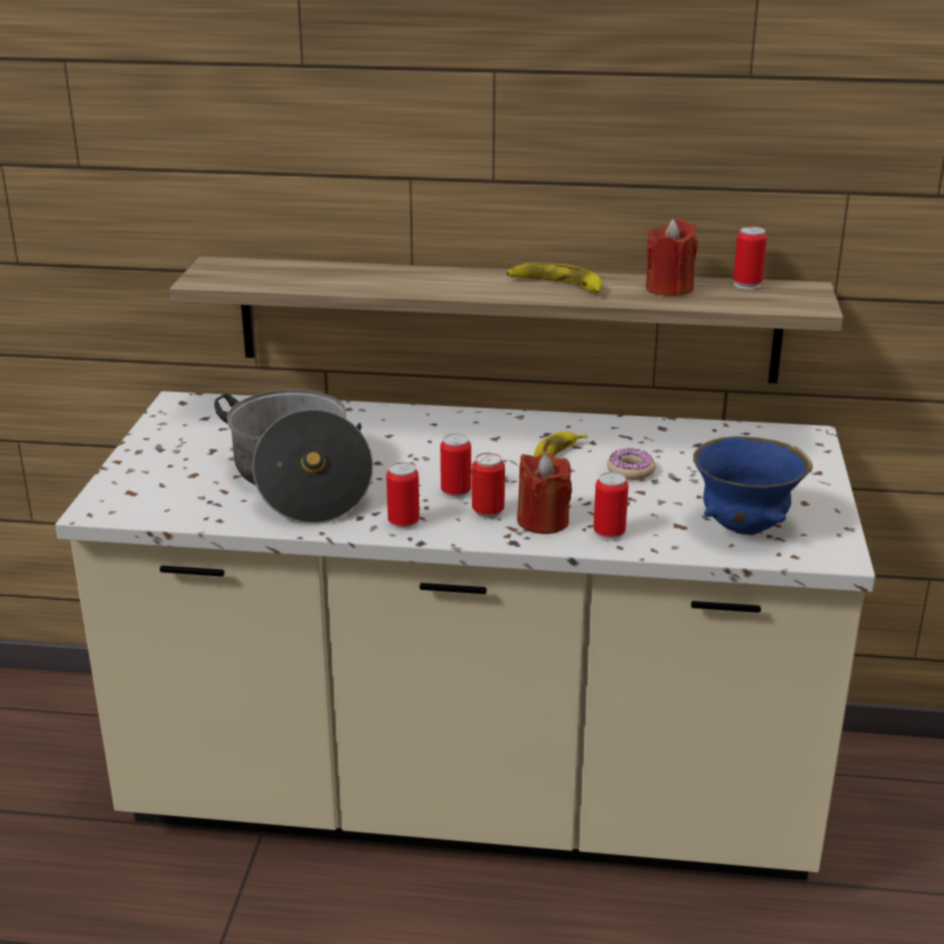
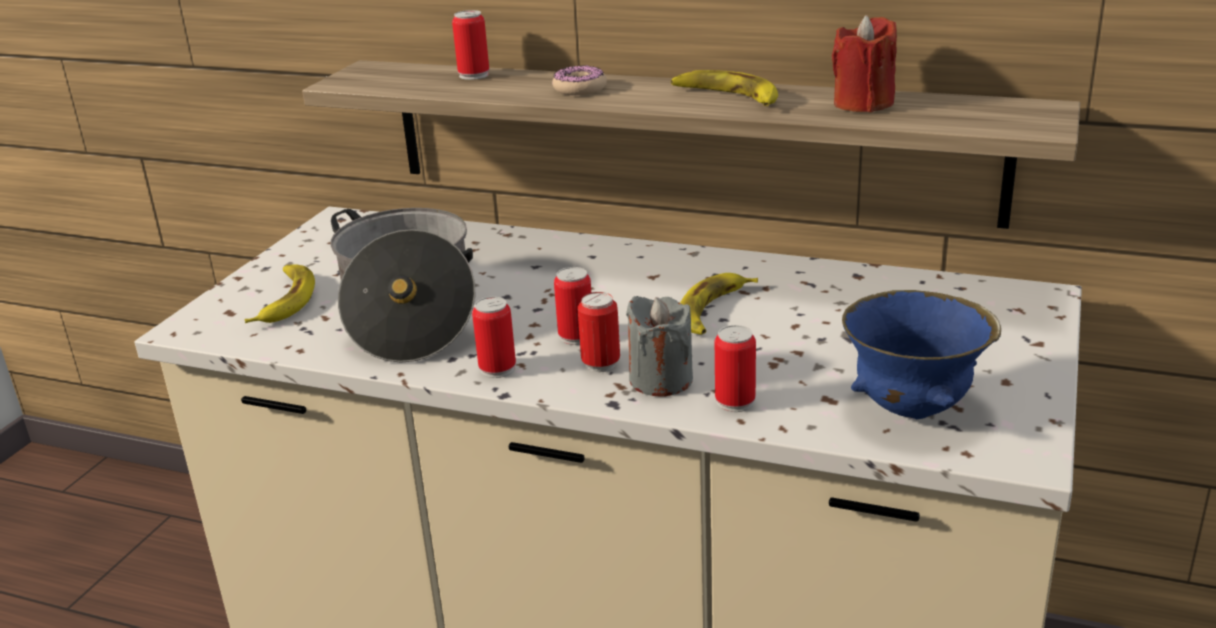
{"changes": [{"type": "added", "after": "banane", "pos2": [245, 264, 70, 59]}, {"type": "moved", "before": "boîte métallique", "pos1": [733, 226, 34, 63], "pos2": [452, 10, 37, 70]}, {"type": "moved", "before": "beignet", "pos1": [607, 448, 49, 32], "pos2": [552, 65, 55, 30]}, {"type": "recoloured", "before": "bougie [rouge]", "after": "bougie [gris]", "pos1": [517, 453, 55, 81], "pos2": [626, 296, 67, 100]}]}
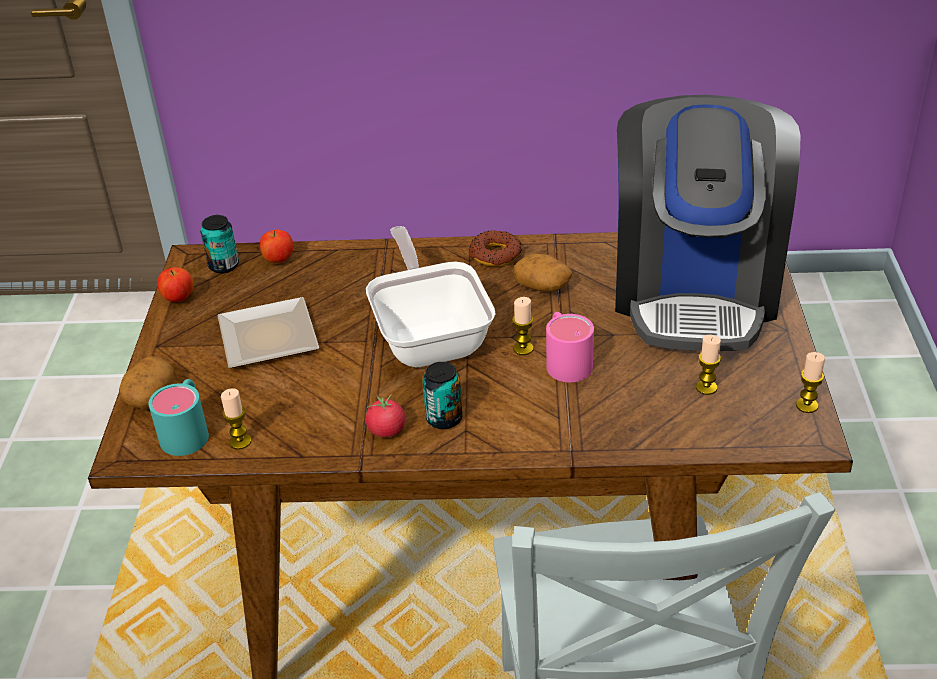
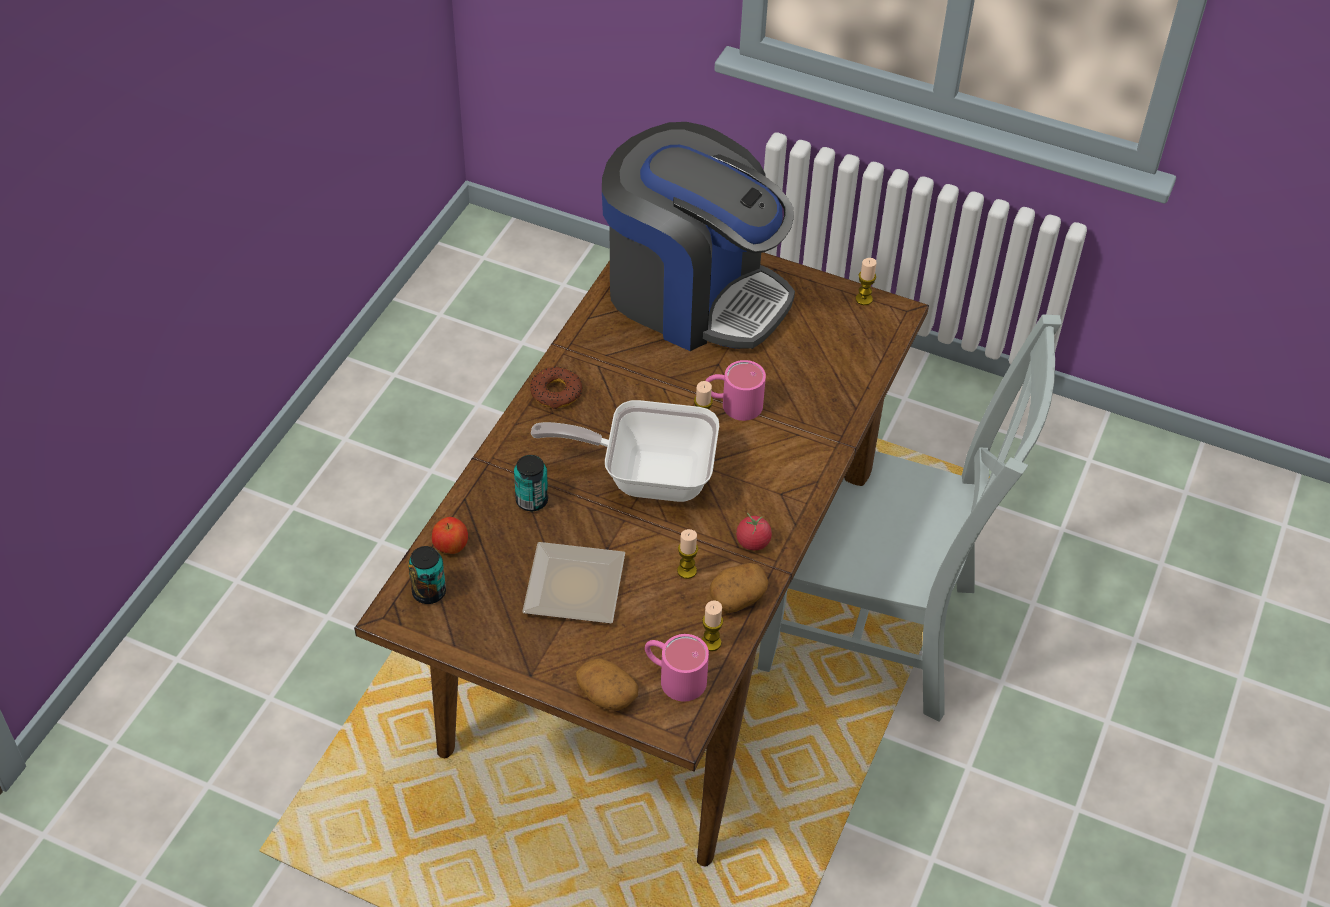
{"changes": [{"type": "moved", "before": "boîte métallique", "pos1": [423, 362, 39, 67], "pos2": [514, 455, 34, 56]}, {"type": "recoloured", "before": "mug [turquoise]", "after": "mug [rose]", "pos1": [149, 379, 60, 77], "pos2": [645, 634, 64, 67]}, {"type": "moved", "before": "bougie", "pos1": [696, 335, 25, 60], "pos2": [677, 529, 21, 50]}, {"type": "moved", "before": "pomme de terre", "pos1": [513, 254, 59, 37], "pos2": [710, 563, 58, 50]}, {"type": "removed", "before": "pomme", "pos1": [157, 267, 37, 35]}]}
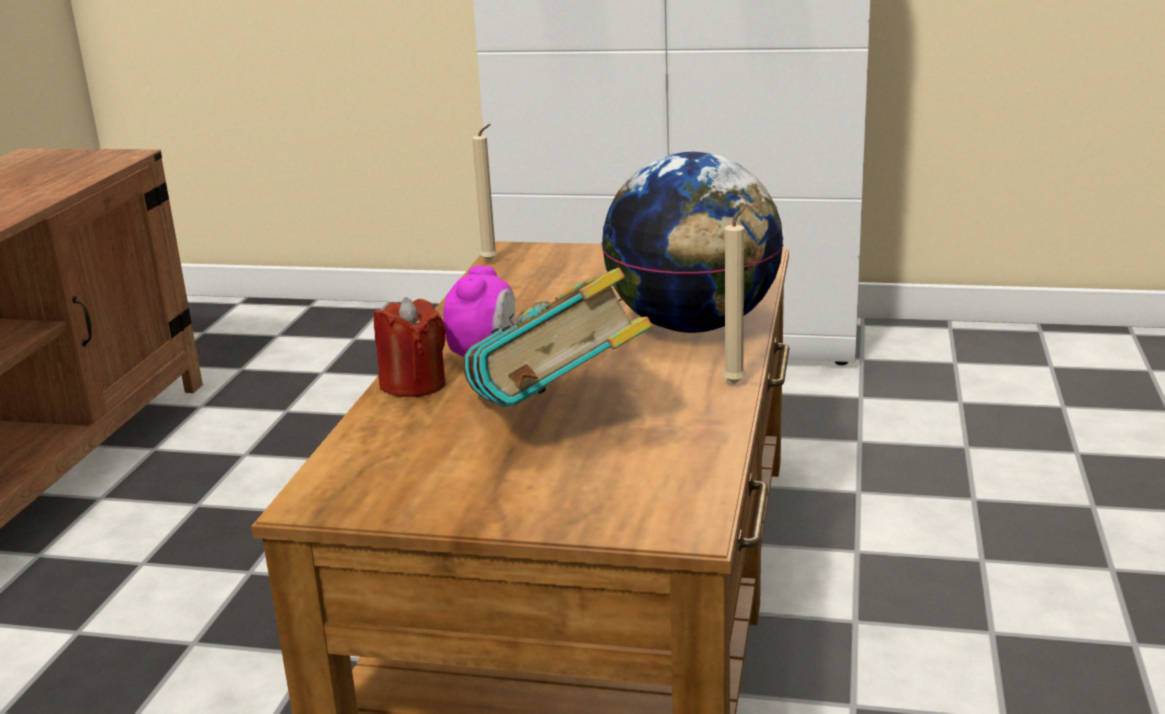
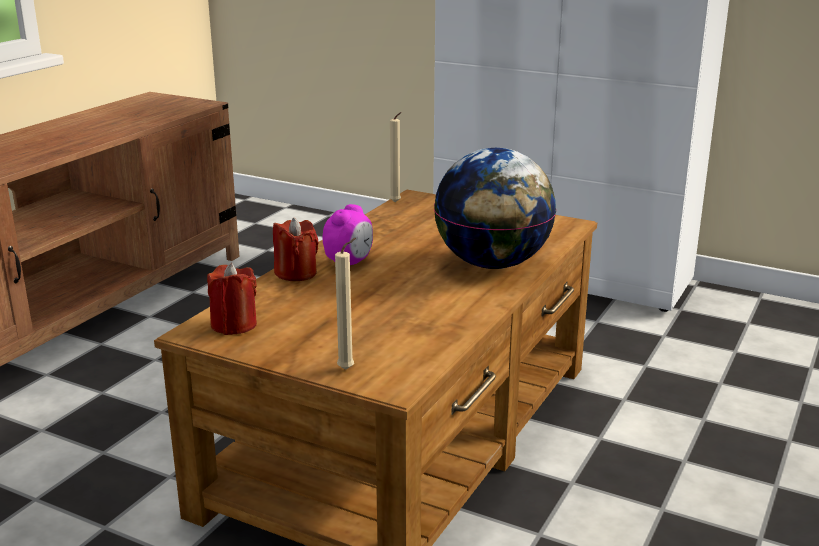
{"changes": [{"type": "added", "after": "bougie [rouge]", "pos2": [207, 263, 50, 72]}, {"type": "moved", "before": "bougie [beige]", "pos1": [723, 204, 24, 180], "pos2": [335, 238, 21, 132]}, {"type": "removed", "before": "livre", "pos1": [464, 268, 188, 139]}]}
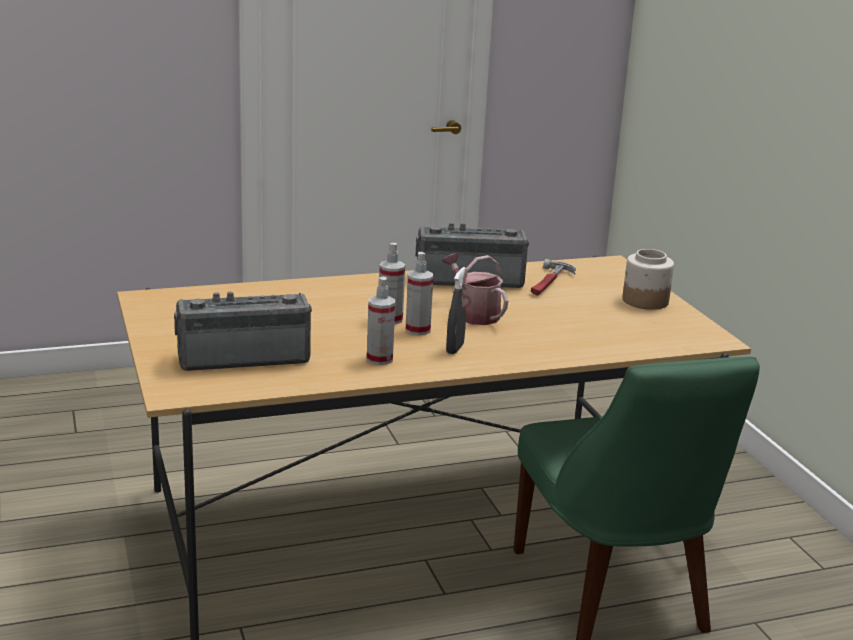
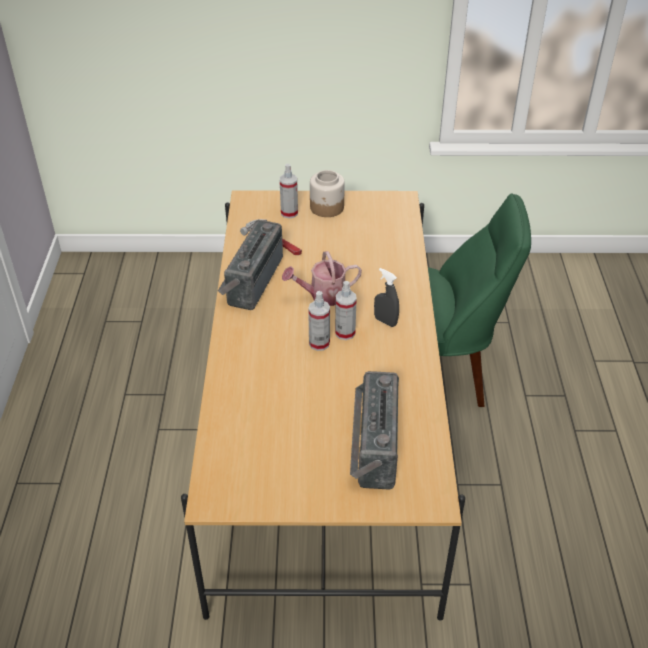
{"changes": [{"type": "moved", "before": "vaporisateur", "pos1": [367, 277, 28, 88], "pos2": [280, 164, 18, 54]}]}
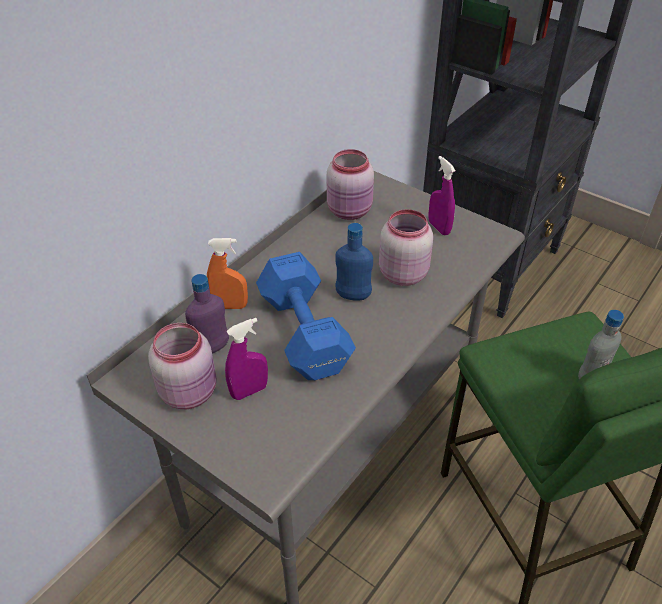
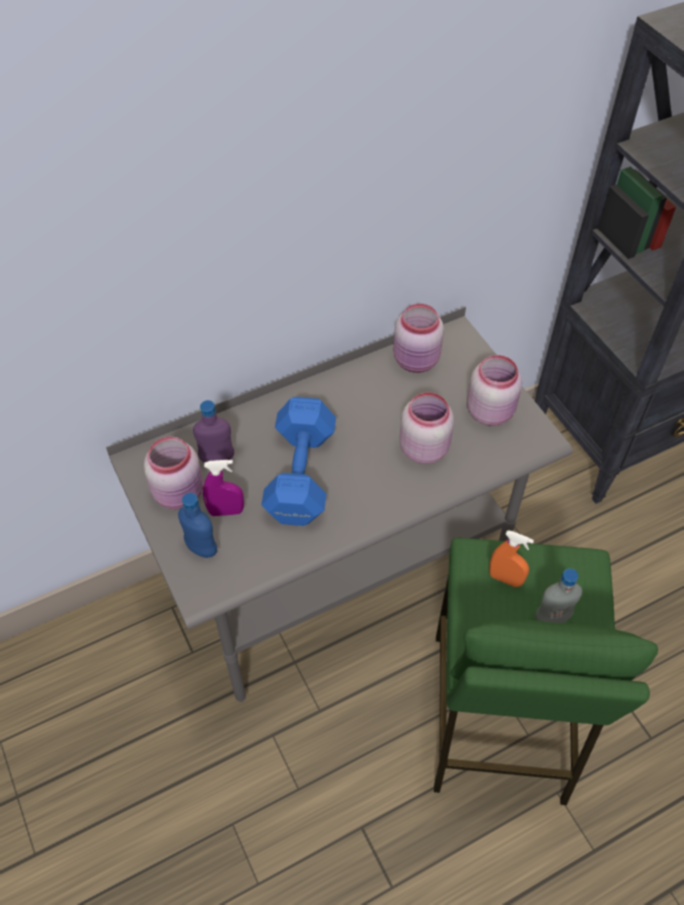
{"changes": [{"type": "moved", "before": "bouteille [bleu]", "pos1": [335, 223, 38, 78], "pos2": [178, 493, 39, 65]}, {"type": "replaced", "before": "vaporisateur [violet]", "after": "bocal [rose]", "pos1": [428, 156, 28, 79], "pos2": [467, 355, 55, 71]}, {"type": "moved", "before": "vaporisateur [orange]", "pos1": [207, 238, 41, 71], "pos2": [489, 530, 45, 57]}]}
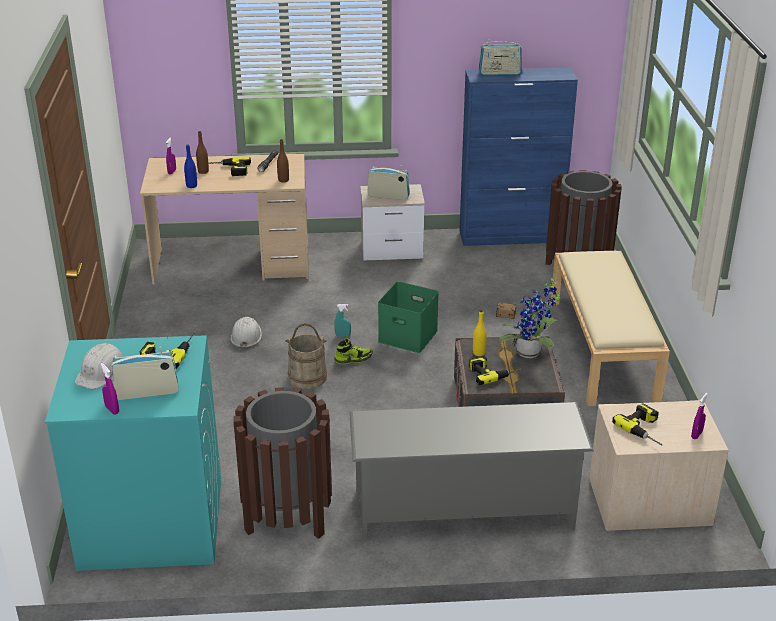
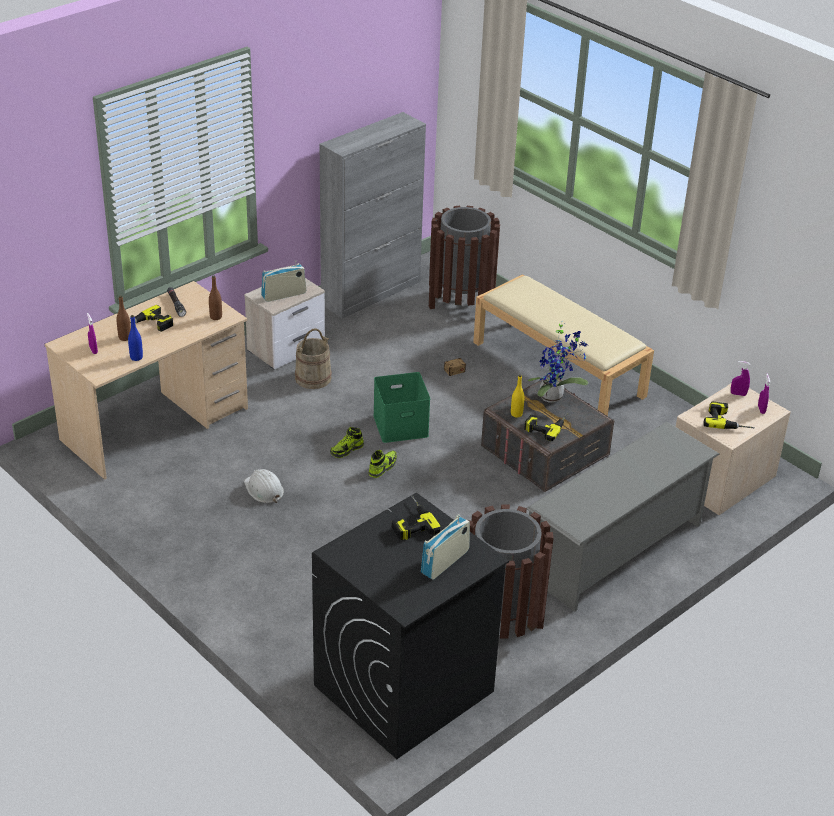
{"changes": [{"type": "moved", "before": "seau [beige]", "pos1": [285, 323, 42, 66], "pos2": [295, 328, 37, 61]}, {"type": "recoloured", "before": "lave-linge [turquoise]", "after": "lave-linge [noir]", "pos1": [45, 335, 176, 236], "pos2": [312, 493, 197, 266]}, {"type": "recoloured", "before": "meuble de rangement [bleu]", "after": "meuble de rangement [gris]", "pos1": [459, 68, 119, 178], "pos2": [319, 112, 107, 207]}, {"type": "replaced", "before": "vaporisateur [turquoise]", "after": "chaussure", "pos1": [335, 304, 16, 33], "pos2": [330, 427, 34, 31]}, {"type": "moved", "before": "vaporisateur [violet]", "pos1": [100, 363, 19, 52], "pos2": [731, 361, 19, 35]}, {"type": "removed", "before": "casque de chantier [blanc]", "pos1": [75, 343, 48, 46]}, {"type": "removed", "before": "radio", "pos1": [479, 39, 43, 36]}]}
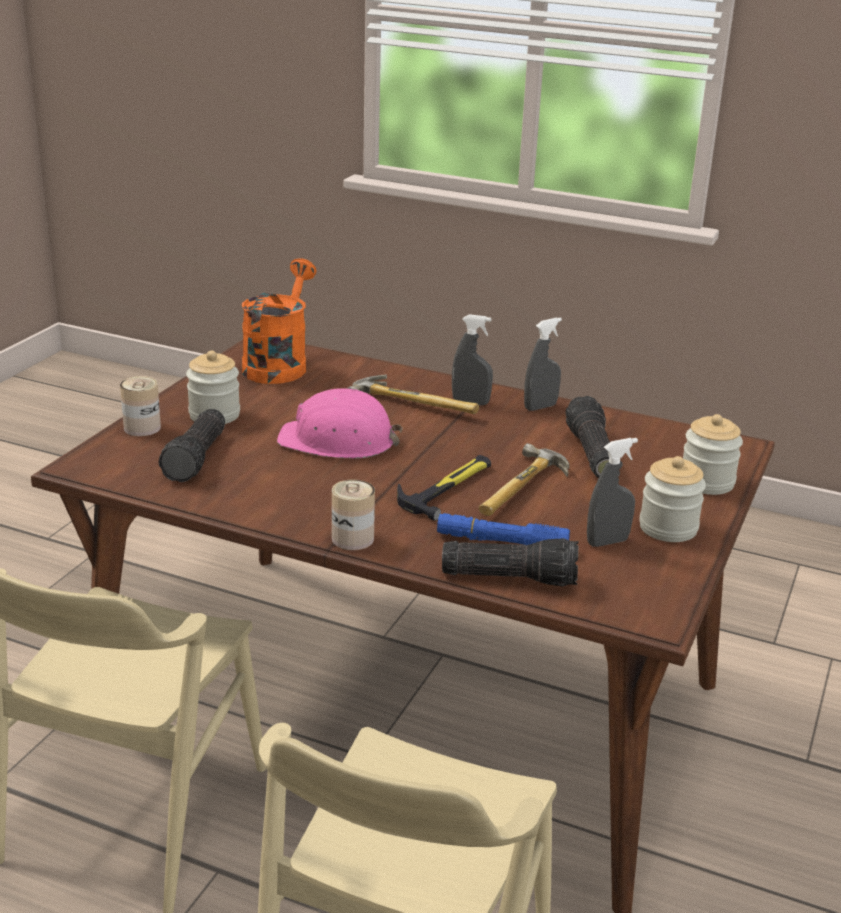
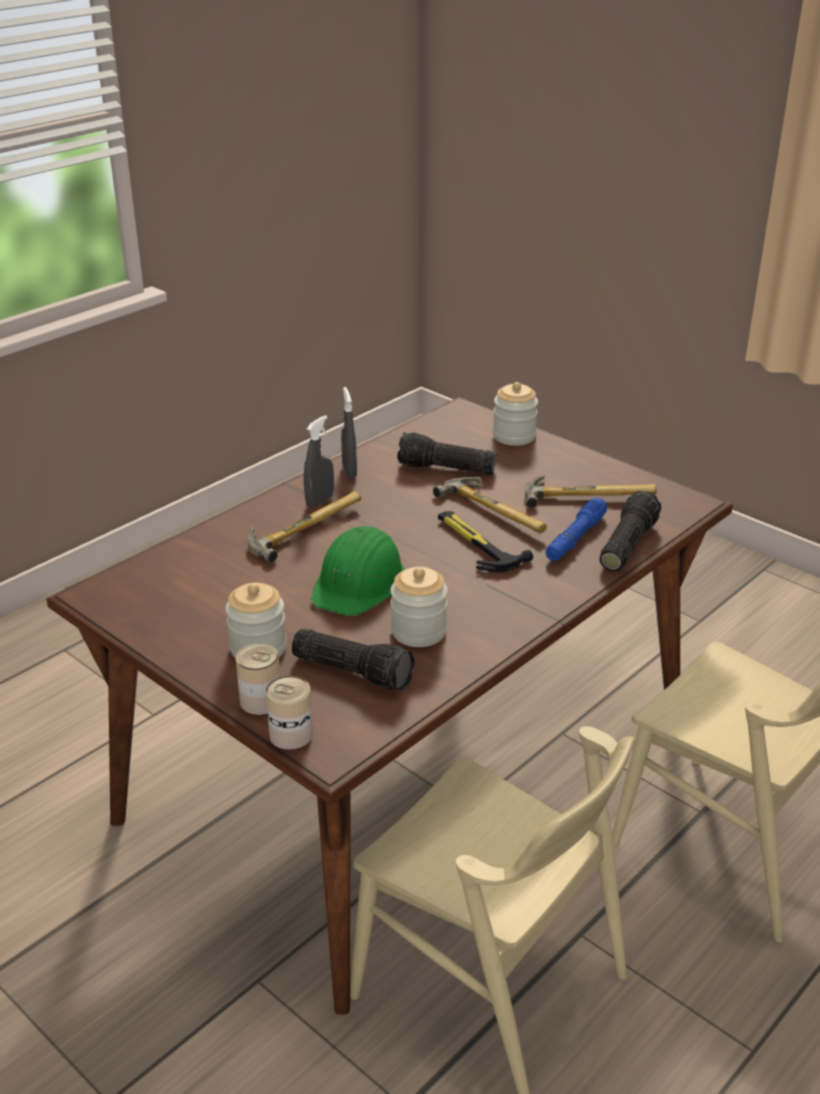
{"changes": [{"type": "moved", "before": "boîte métallique", "pos1": [332, 479, 43, 71], "pos2": [266, 676, 47, 74]}, {"type": "recoloured", "before": "casque de chantier [rose]", "after": "casque de chantier [vert]", "pos1": [277, 388, 126, 70], "pos2": [311, 526, 93, 90]}, {"type": "moved", "before": "bocal", "pos1": [639, 456, 67, 86], "pos2": [390, 567, 58, 80]}, {"type": "replaced", "before": "vaporisateur [gris]", "after": "marteau", "pos1": [587, 438, 51, 109], "pos2": [525, 475, 132, 33]}, {"type": "removed", "before": "arrosoir [orange]", "pos1": [242, 258, 75, 126]}]}
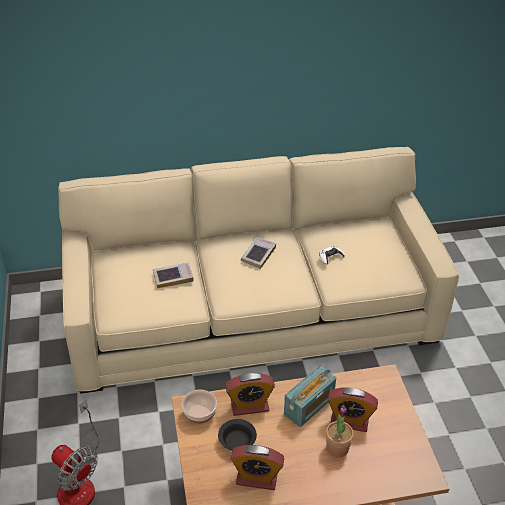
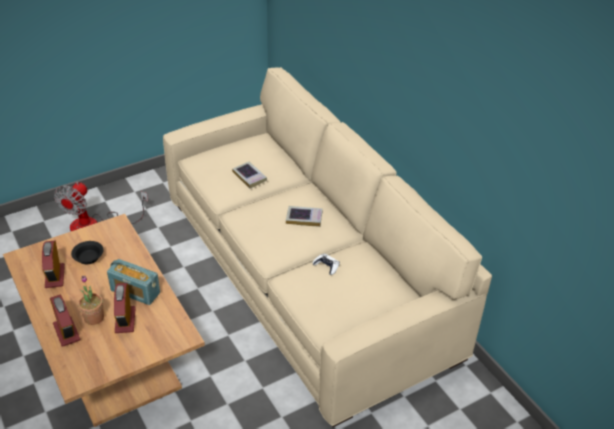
{"changes": [{"type": "moved", "before": "réveil", "pos1": [226, 373, 49, 43], "pos2": [50, 295, 31, 52]}, {"type": "removed", "before": "bol", "pos1": [182, 390, 35, 34]}]}
